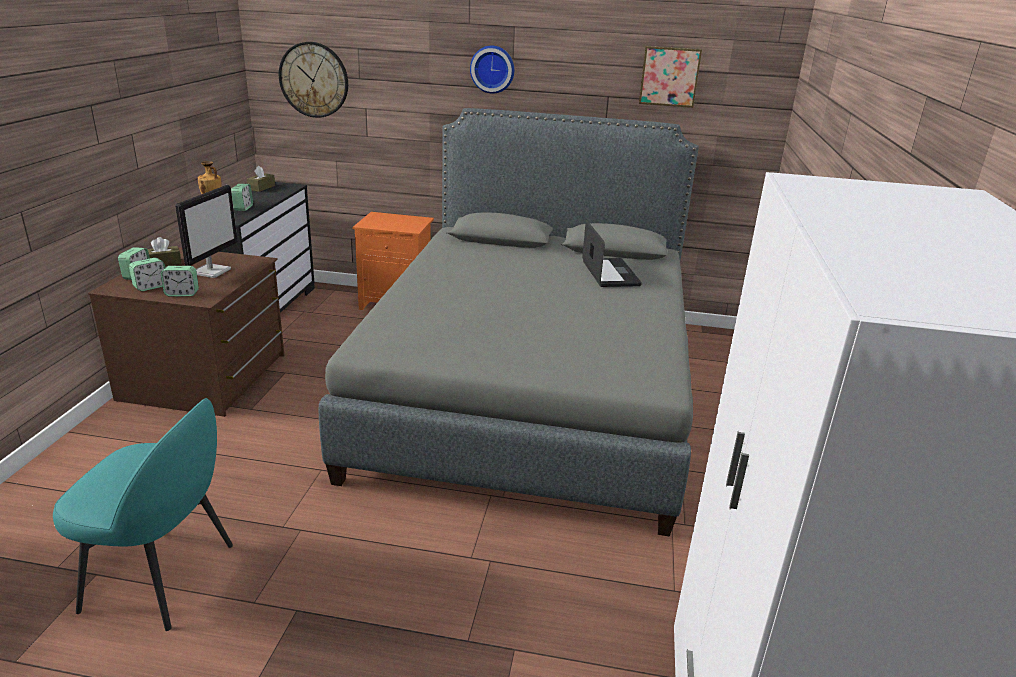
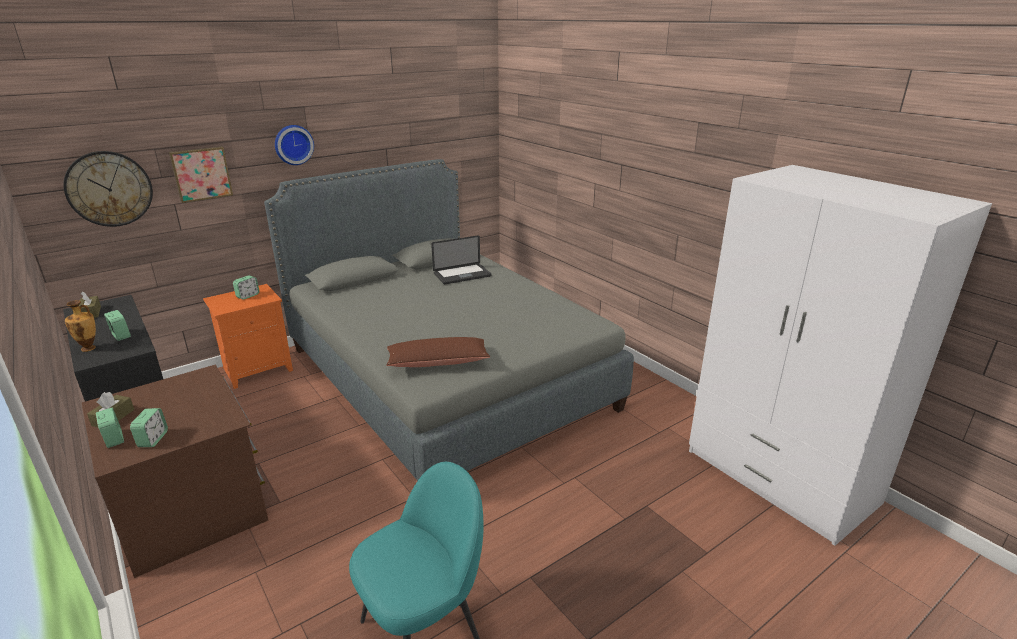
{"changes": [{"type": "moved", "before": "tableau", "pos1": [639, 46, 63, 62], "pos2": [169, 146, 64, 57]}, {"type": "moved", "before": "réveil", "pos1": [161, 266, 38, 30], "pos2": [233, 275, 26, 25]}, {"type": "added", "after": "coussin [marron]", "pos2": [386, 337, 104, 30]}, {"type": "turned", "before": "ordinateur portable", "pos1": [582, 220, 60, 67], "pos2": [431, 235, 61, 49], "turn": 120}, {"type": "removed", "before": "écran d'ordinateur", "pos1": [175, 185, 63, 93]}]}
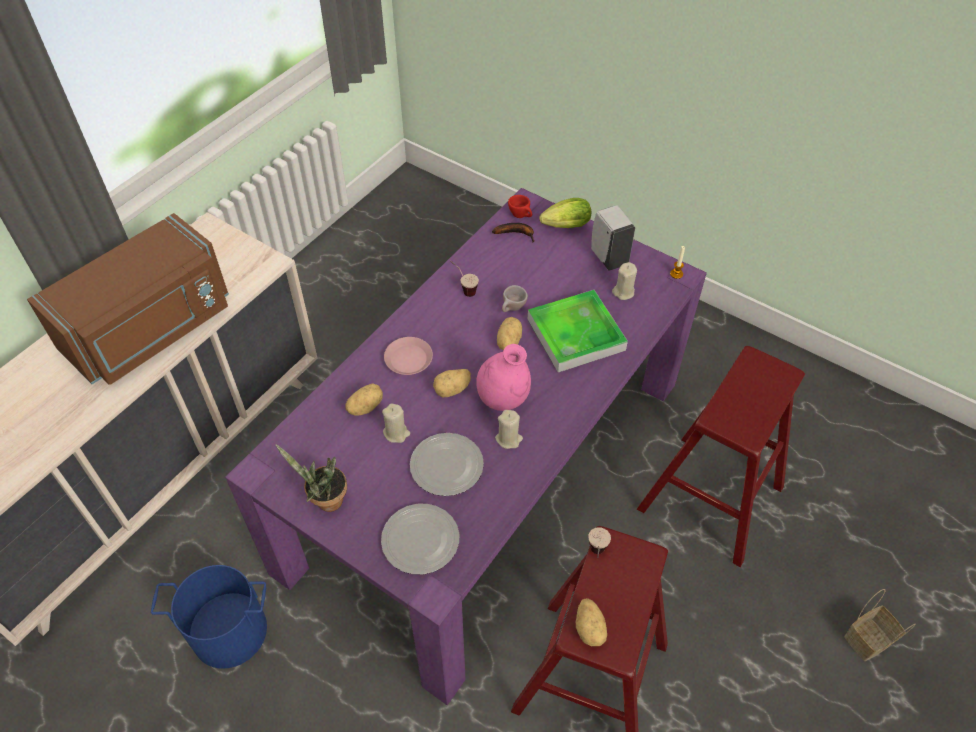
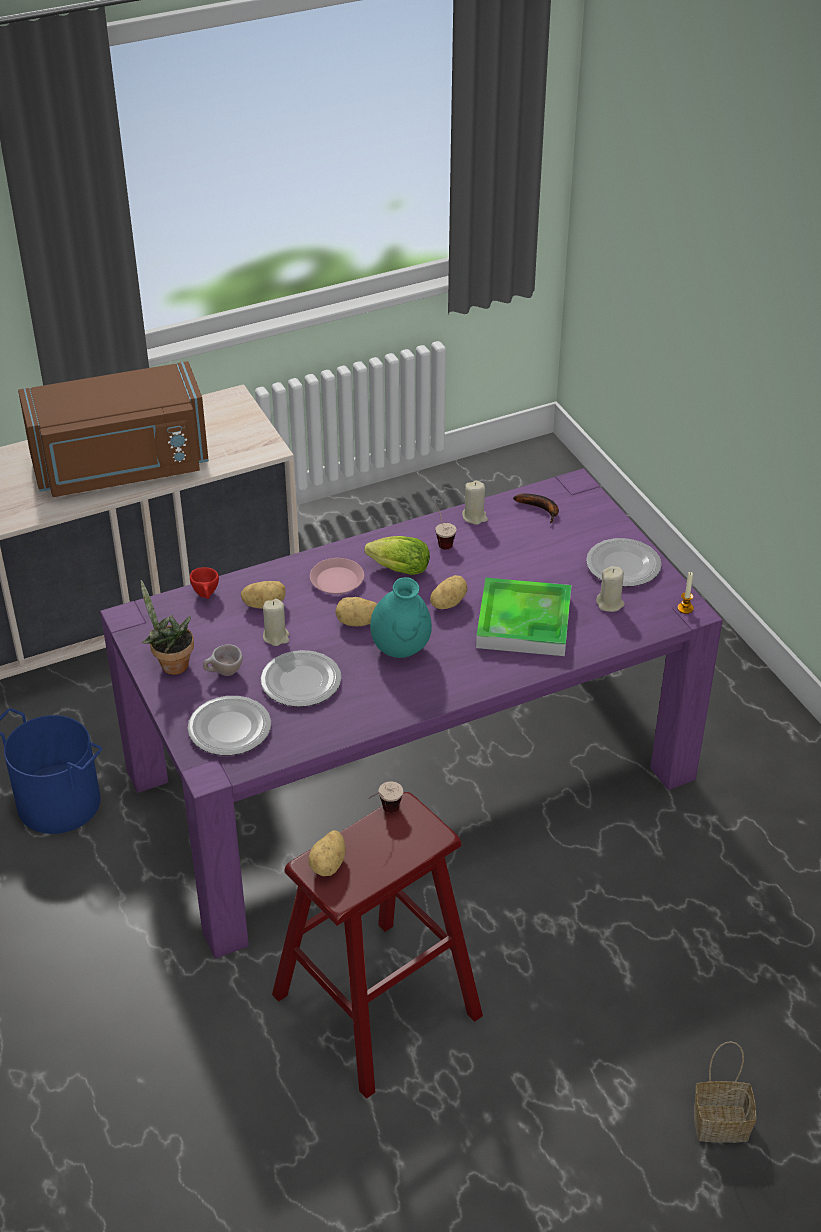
{"changes": [{"type": "moved", "before": "tasse [rouge]", "pos1": [508, 195, 24, 23], "pos2": [190, 567, 29, 32]}, {"type": "moved", "before": "tasse [beige]", "pos1": [502, 285, 26, 27], "pos2": [203, 644, 40, 32]}, {"type": "moved", "before": "laitue", "pos1": [540, 198, 51, 30], "pos2": [364, 536, 66, 39]}, {"type": "recoloured", "before": "vase [rose]", "after": "vase [turquoise]", "pos1": [476, 344, 55, 67], "pos2": [370, 577, 62, 81]}, {"type": "moved", "before": "bougie [beige]", "pos1": [495, 410, 28, 39], "pos2": [462, 480, 26, 45]}, {"type": "replaced", "before": "distributeur de savon [blanc]", "after": "assiette", "pos1": [591, 205, 44, 66], "pos2": [586, 538, 76, 49]}, {"type": "removed", "before": "tabouret [rouge]", "pos1": [637, 346, 168, 221]}]}
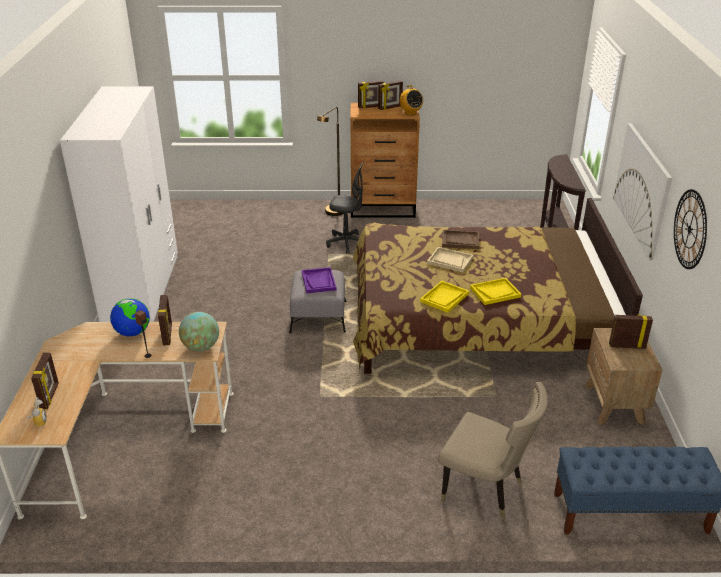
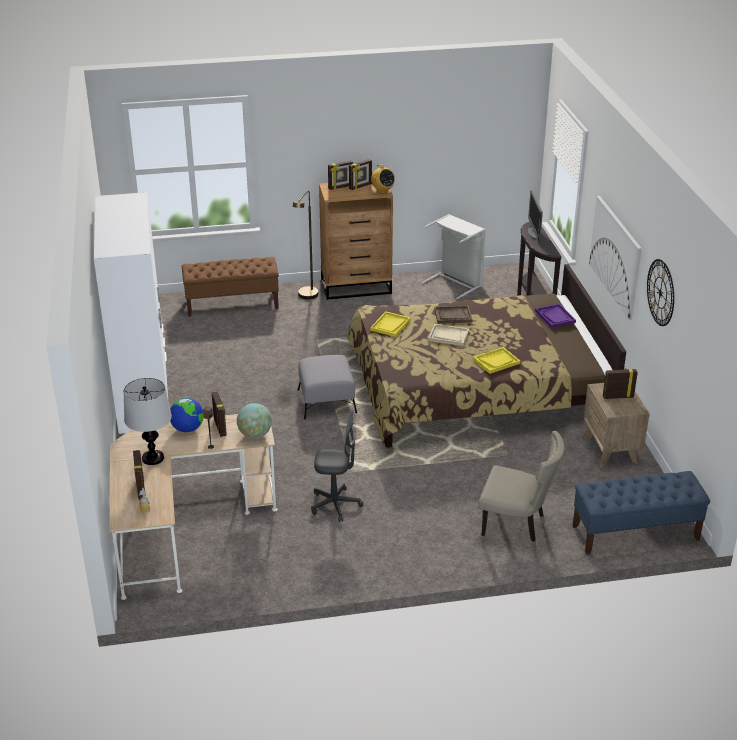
{"changes": [{"type": "added", "after": "lampe de table", "pos2": [124, 378, 48, 87]}, {"type": "added", "after": "banc [marron]", "pos2": [182, 257, 97, 60]}, {"type": "moved", "before": "chaise de bureau [gris]", "pos1": [326, 161, 38, 93], "pos2": [311, 411, 52, 111]}, {"type": "moved", "before": "plateau [jaune]", "pos1": [420, 281, 49, 32], "pos2": [370, 311, 40, 26]}, {"type": "added", "after": "panier à linge [gris]", "pos2": [422, 214, 64, 85]}, {"type": "added", "after": "écran d'ordinateur", "pos2": [528, 190, 15, 51]}, {"type": "moved", "before": "plateau [violet]", "pos1": [302, 267, 35, 26], "pos2": [535, 304, 41, 24]}]}
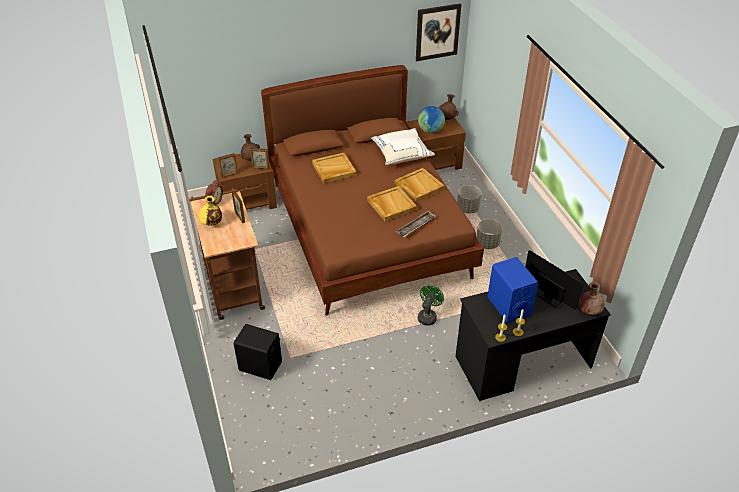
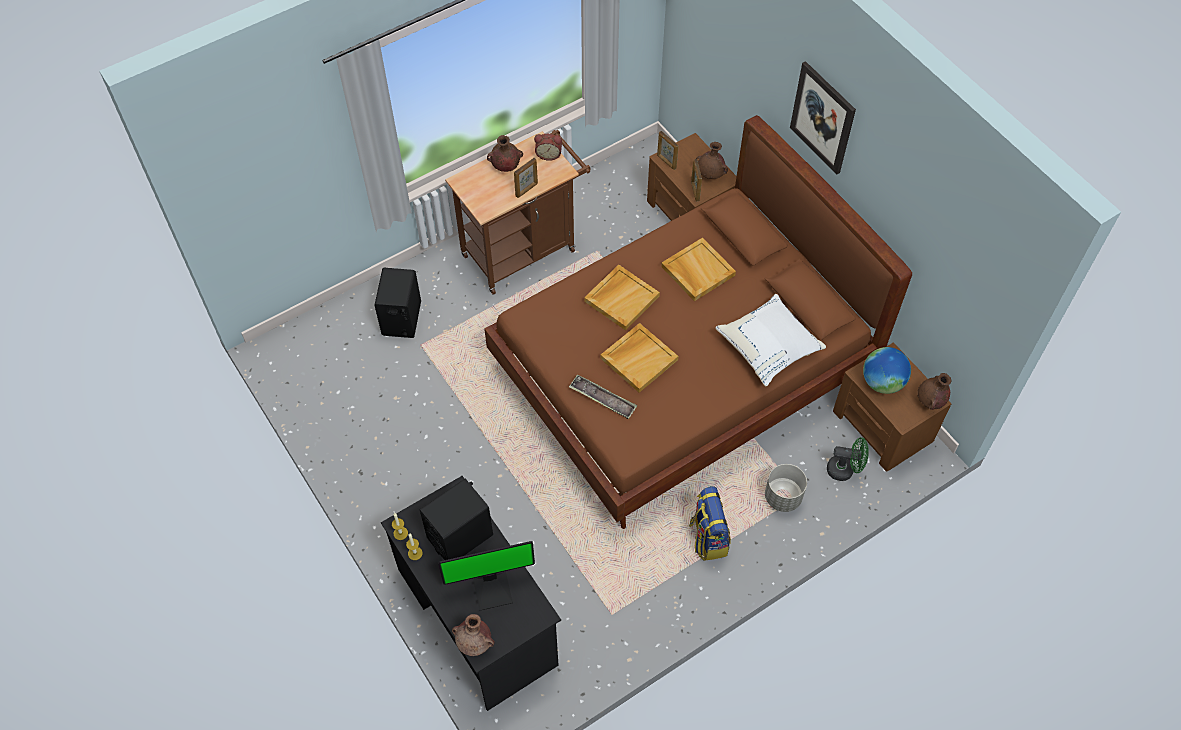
{"changes": [{"type": "recoloured", "before": "enceinte [bleu]", "after": "enceinte [noir]", "pos1": [487, 257, 51, 66], "pos2": [420, 479, 73, 81]}, {"type": "turned", "before": "écran d'ordinateur", "pos1": [525, 250, 58, 60], "pos2": [438, 541, 97, 70], "turn": 45}, {"type": "recoloured", "before": "vase [jaune]", "after": "vase [marron]", "pos1": [199, 196, 23, 29], "pos2": [487, 135, 36, 37]}, {"type": "moved", "before": "plateau [beige]", "pos1": [395, 168, 50, 34], "pos2": [584, 265, 76, 65]}, {"type": "replaced", "before": "cache-pot [gris]", "after": "sac à dos", "pos1": [476, 219, 26, 30], "pos2": [689, 486, 42, 75]}, {"type": "moved", "before": "tableau", "pos1": [416, 3, 45, 58], "pos2": [790, 61, 66, 114]}, {"type": "moved", "before": "ventilateur [vert]", "pos1": [418, 285, 26, 40], "pos2": [827, 437, 42, 44]}]}
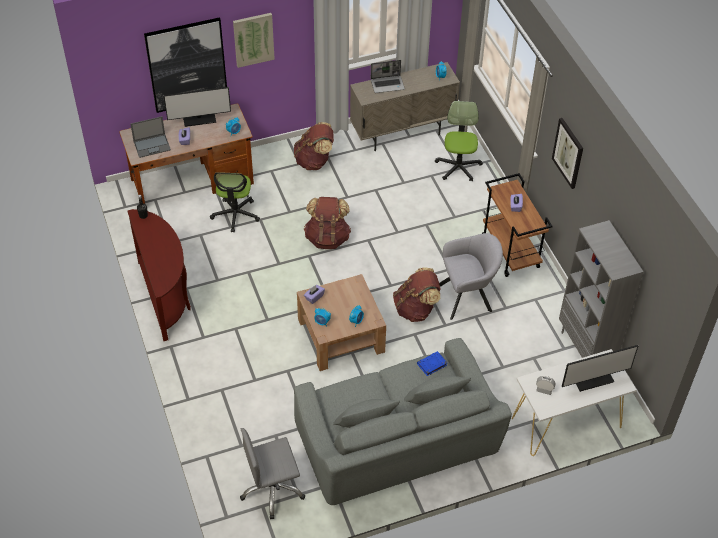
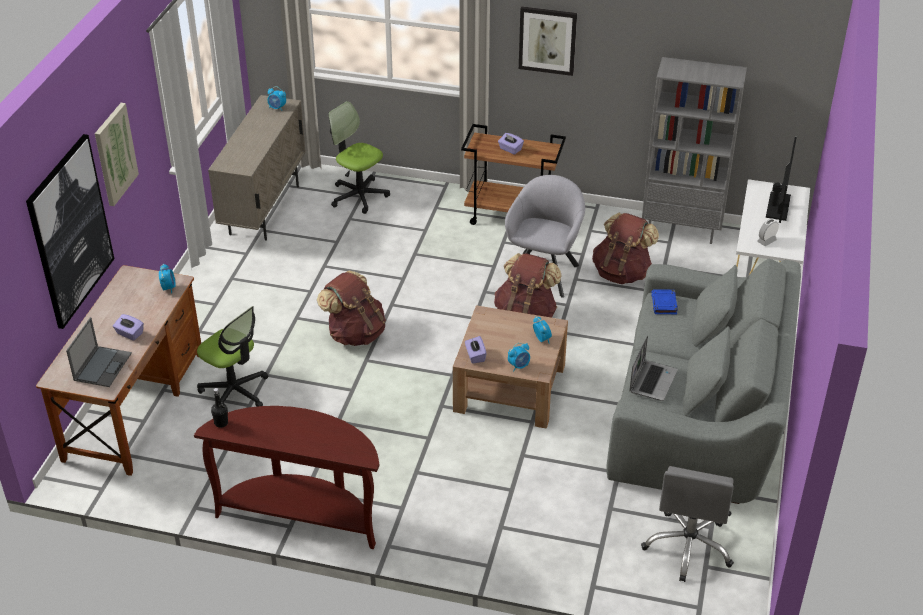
{"changes": [{"type": "moved", "before": "sac à dos [marron]", "pos1": [294, 122, 40, 48], "pos2": [592, 213, 67, 71]}, {"type": "moved", "before": "ordinateur portable", "pos1": [371, 60, 34, 33], "pos2": [630, 336, 48, 65]}, {"type": "removed", "before": "écran d'ordinateur", "pos1": [164, 87, 67, 40]}]}
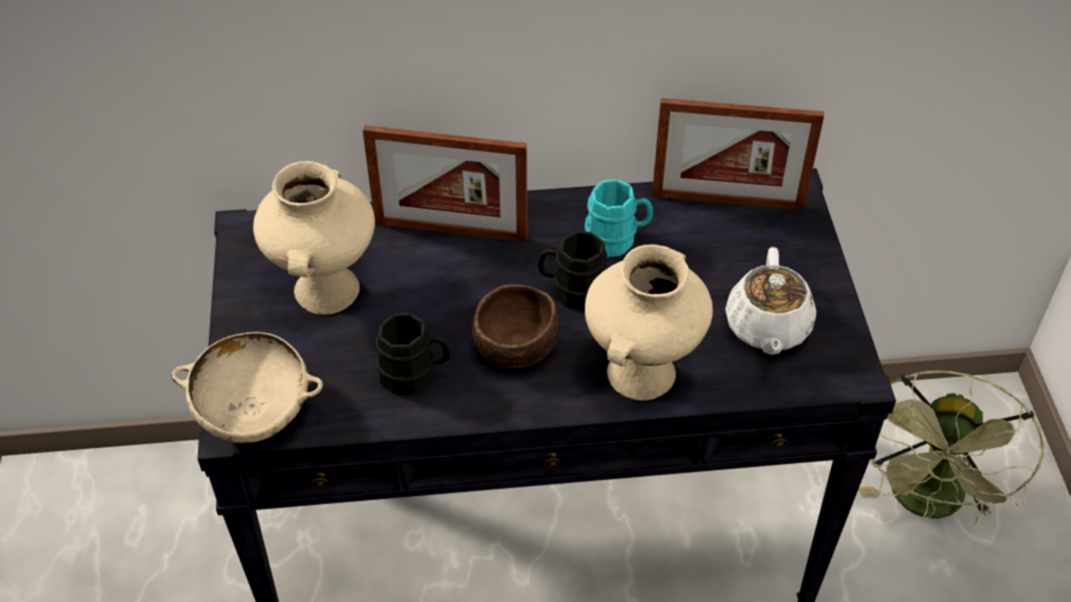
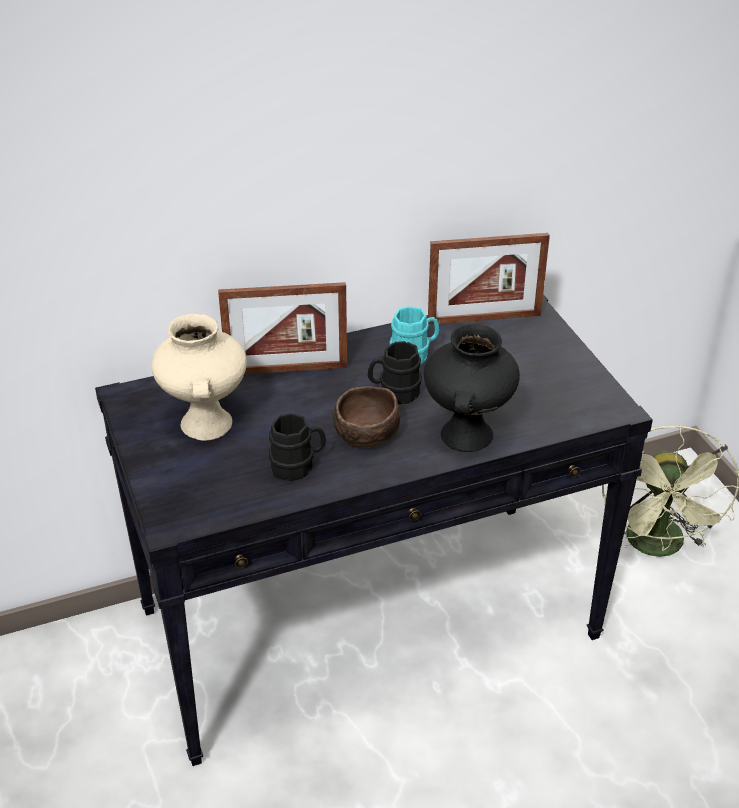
{"changes": [{"type": "recoloured", "before": "vase [beige]", "after": "vase [noir]", "pos1": [585, 244, 128, 156], "pos2": [424, 324, 96, 128]}, {"type": "removed", "before": "bol [beige]", "pos1": [171, 332, 152, 111]}, {"type": "removed", "before": "théière [blanc]", "pos1": [725, 247, 91, 108]}]}
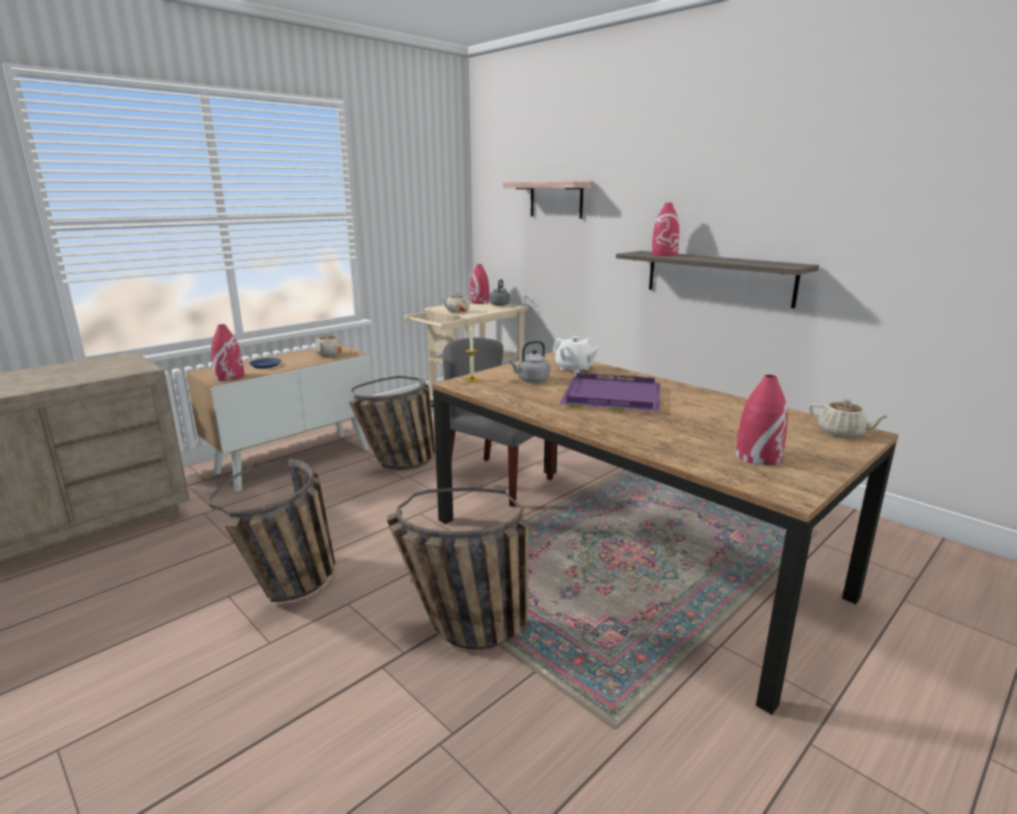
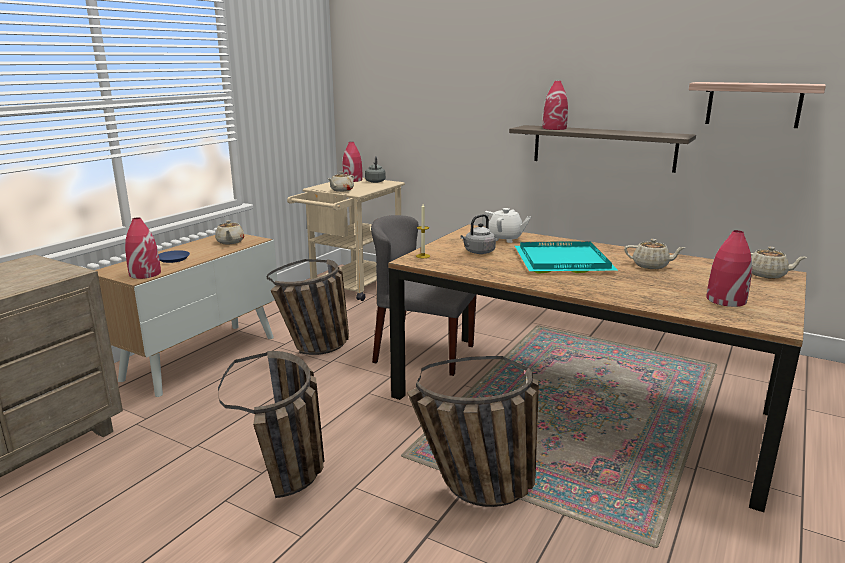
{"changes": [{"type": "recoloured", "before": "plateau [violet]", "after": "plateau [turquoise]", "pos1": [559, 373, 101, 39], "pos2": [515, 241, 104, 33]}, {"type": "added", "after": "théière [beige]", "pos2": [624, 239, 62, 30]}, {"type": "moved", "before": "étagère", "pos1": [503, 181, 91, 38], "pos2": [689, 82, 137, 46]}]}
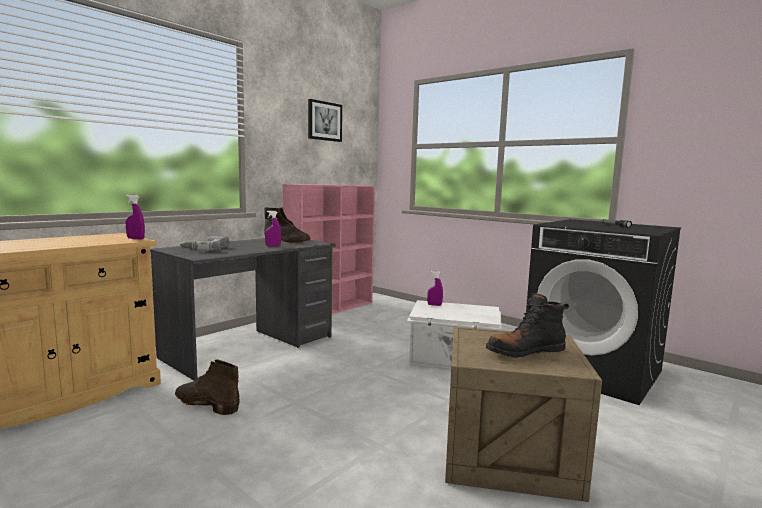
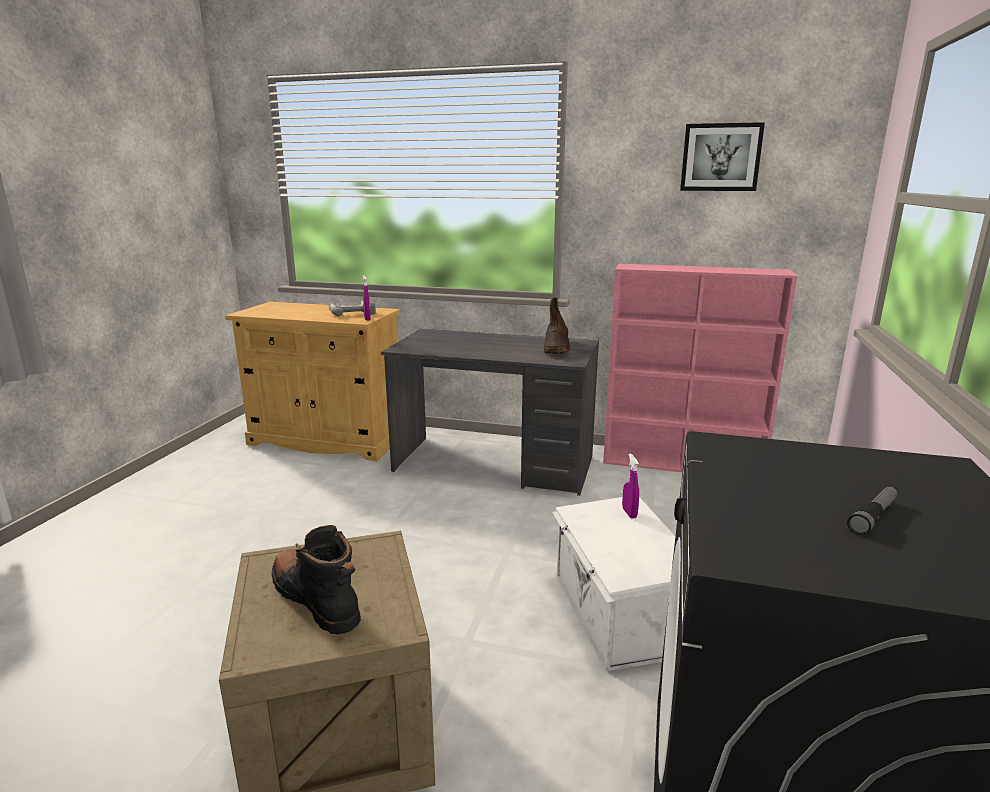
{"changes": [{"type": "moved", "before": "perceuse", "pos1": [180, 236, 49, 15], "pos2": [328, 300, 48, 16]}, {"type": "removed", "before": "botte [marron]", "pos1": [175, 359, 65, 56]}, {"type": "removed", "before": "vaporisateur [violet]", "pos1": [265, 211, 16, 35]}]}
